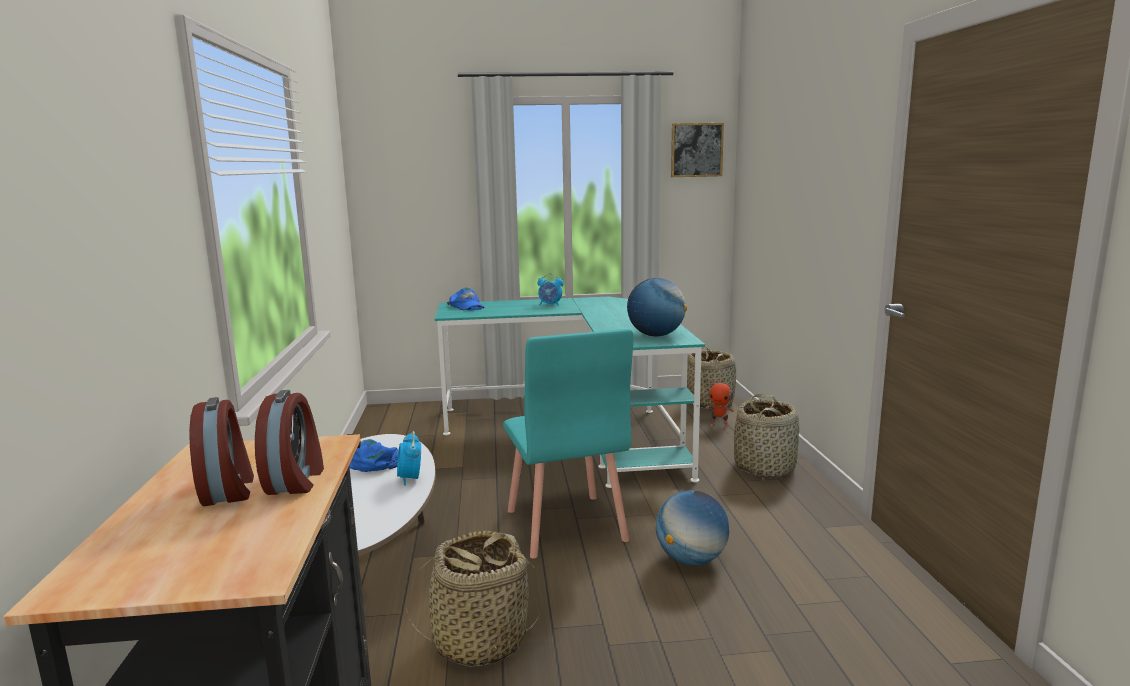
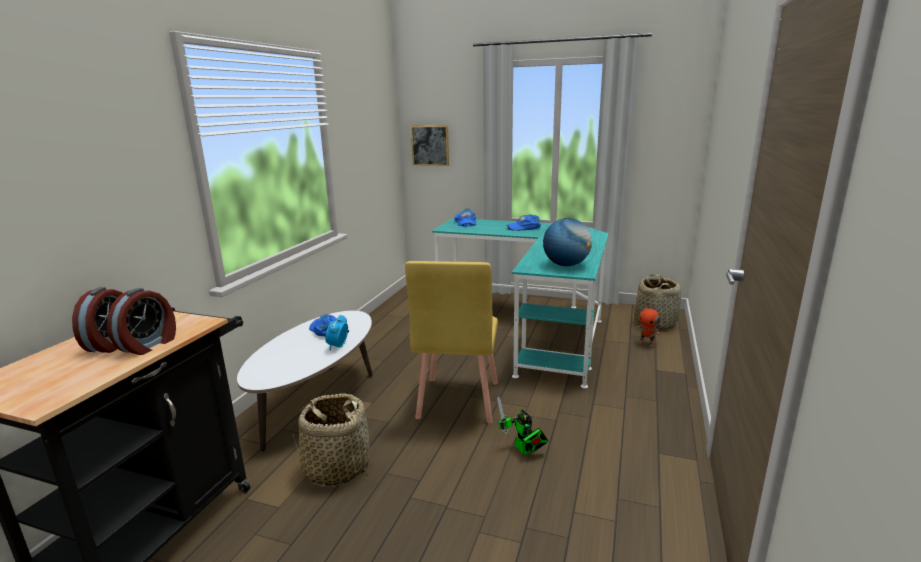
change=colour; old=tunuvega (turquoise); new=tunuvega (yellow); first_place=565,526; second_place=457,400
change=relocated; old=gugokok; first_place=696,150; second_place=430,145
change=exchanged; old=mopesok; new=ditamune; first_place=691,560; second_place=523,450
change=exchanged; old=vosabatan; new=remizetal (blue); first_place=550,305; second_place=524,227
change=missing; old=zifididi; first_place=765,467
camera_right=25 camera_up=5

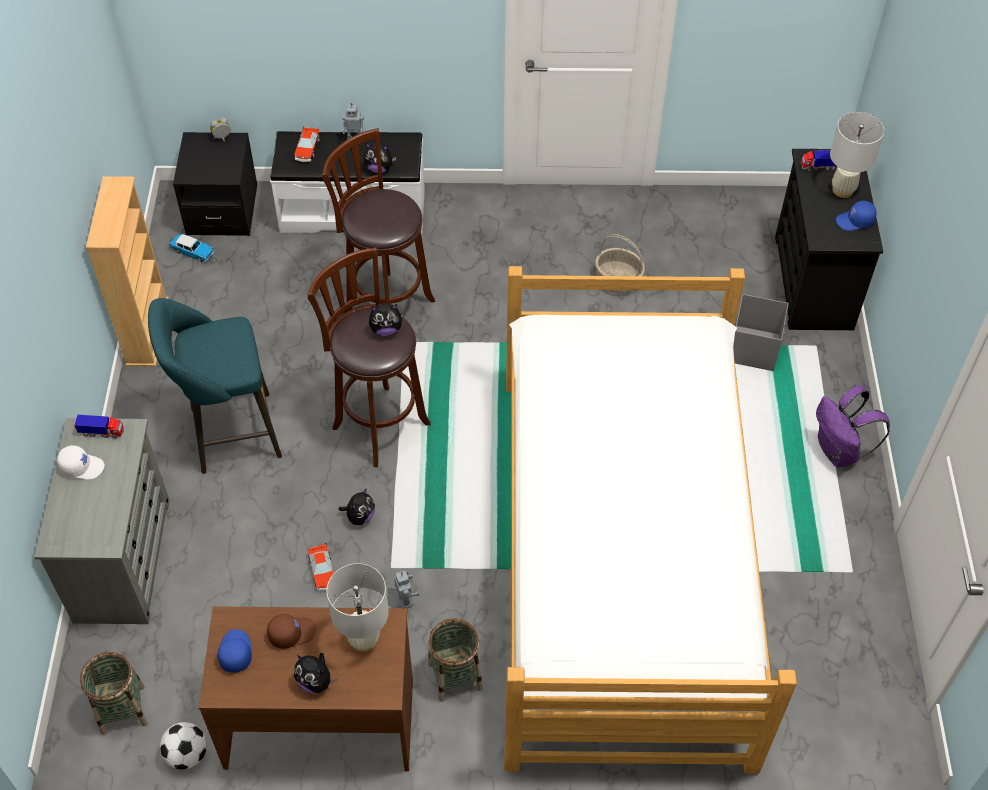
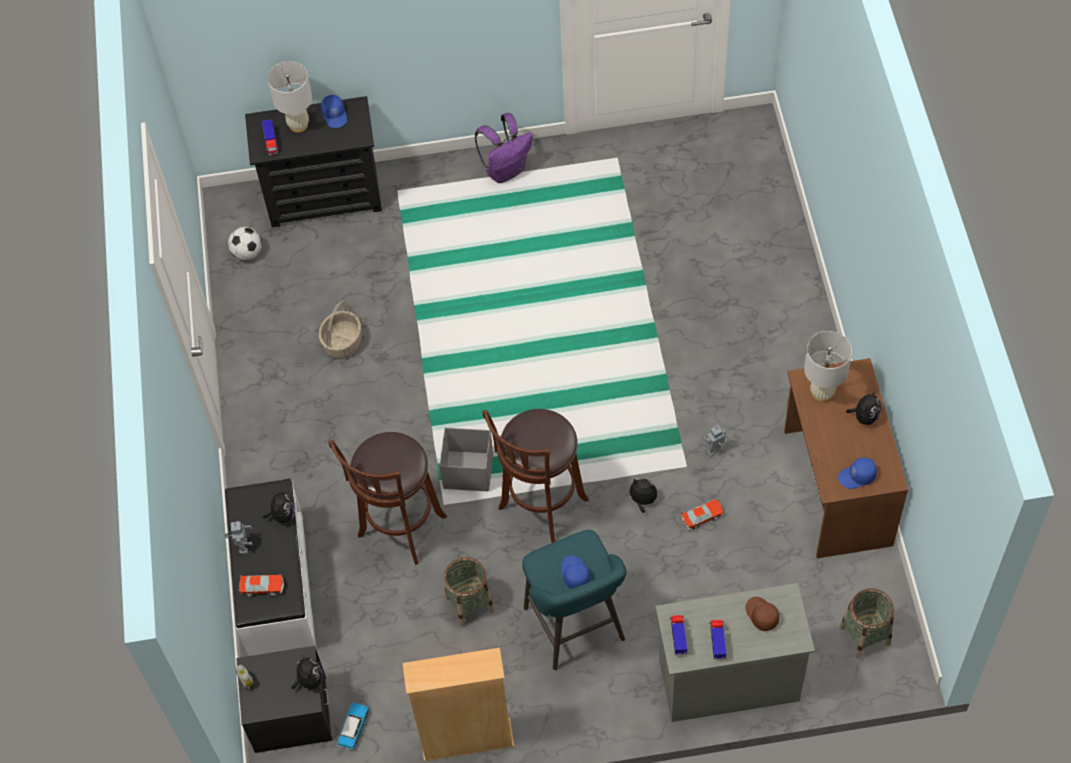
change=relocated; old=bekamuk; first_place=187,754; second_place=247,253
change=relocated; old=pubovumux; first_place=386,329; second_place=309,680
change=relocated; old=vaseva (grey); first_place=754,348; second_place=467,471
change=relocated; old=zifididi; first_place=455,676; second_place=469,604
change=appeared; new=remizetal (blue); second_place=574,574
change=exchanged; old=remizetal (white); new=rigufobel; first_place=82,466; second_place=717,642
change=relocated; old=remizetal (brown); first_place=291,632; second_place=761,615
change=missing; old=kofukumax; first_place=619,561
camera_right=-95 camera_up=5

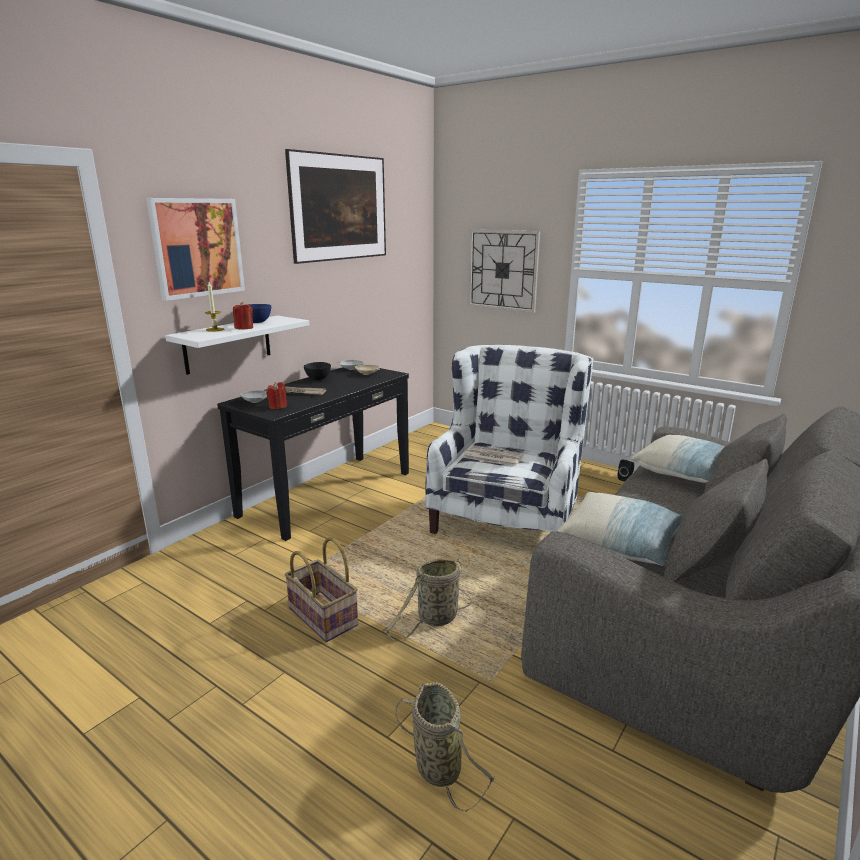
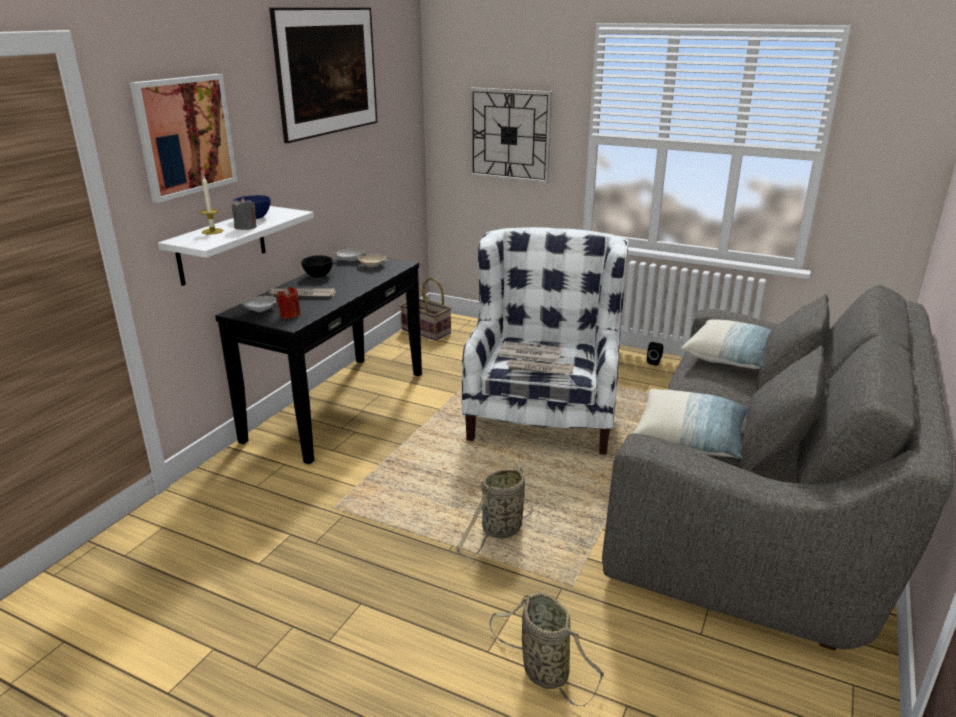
change=colour; old=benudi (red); new=benudi (grey); first_place=244,328; second_place=246,227
change=relocated; old=zifididi; first_place=324,616; second_place=427,331
change=appeared; new=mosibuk; second_place=539,369
camera_right=-10 camera_up=5

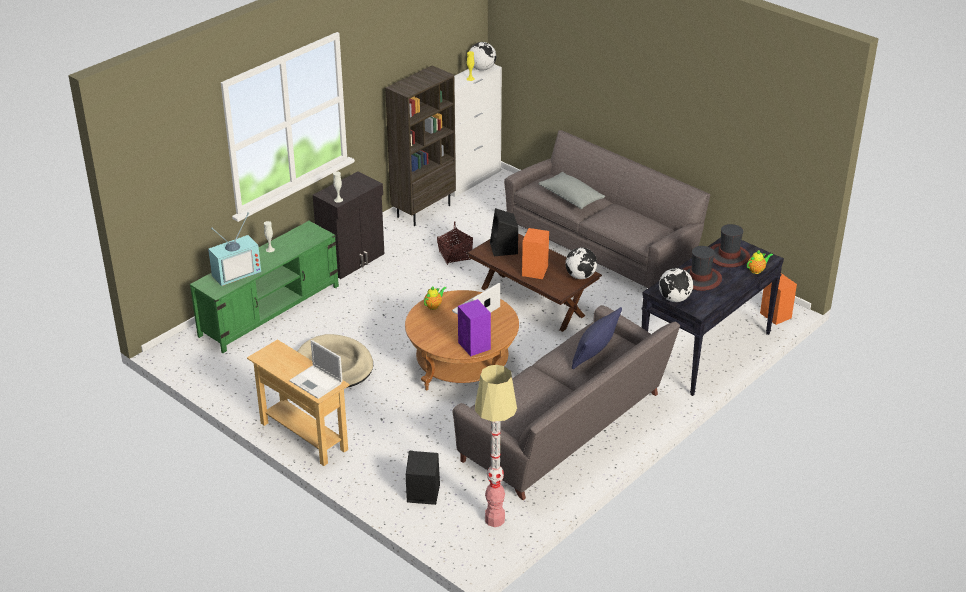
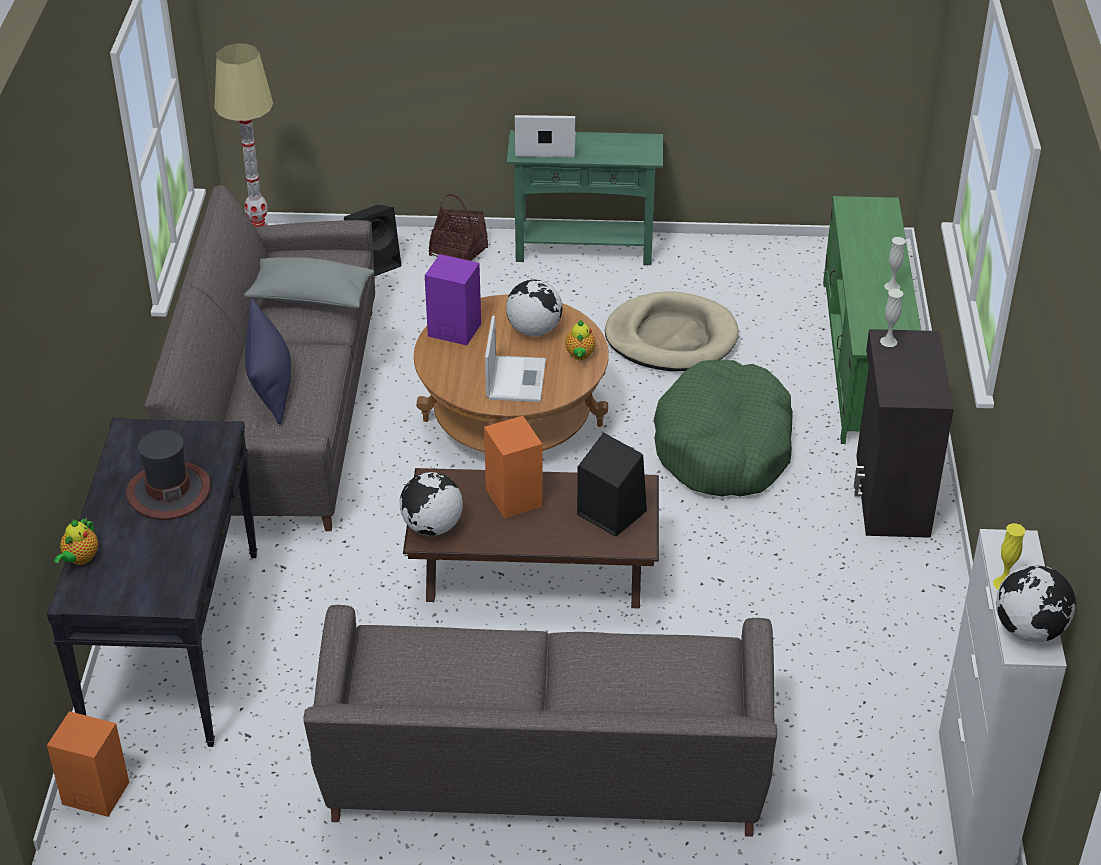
change=relocated; old=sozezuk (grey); first_place=571,198; second_place=310,297
change=relocated; old=zifididi; first_place=455,256; second_place=458,252
change=relocated; old=mopesok; first_place=674,299; second_place=534,330
change=colour; old=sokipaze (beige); new=sokipaze (green); first_place=304,436; second_place=584,250
change=appeared; new=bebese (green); second_place=724,447
change=missing; old=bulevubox; first_place=236,272
change=missing; old=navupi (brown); first_place=423,210
change=missing; old=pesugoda; first_place=728,256
camera_right=140 camera_up=5

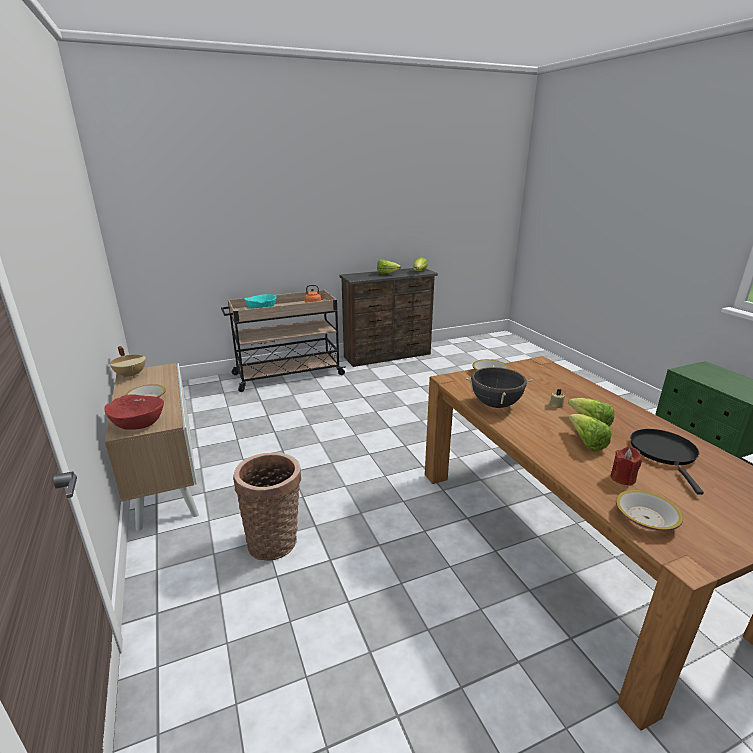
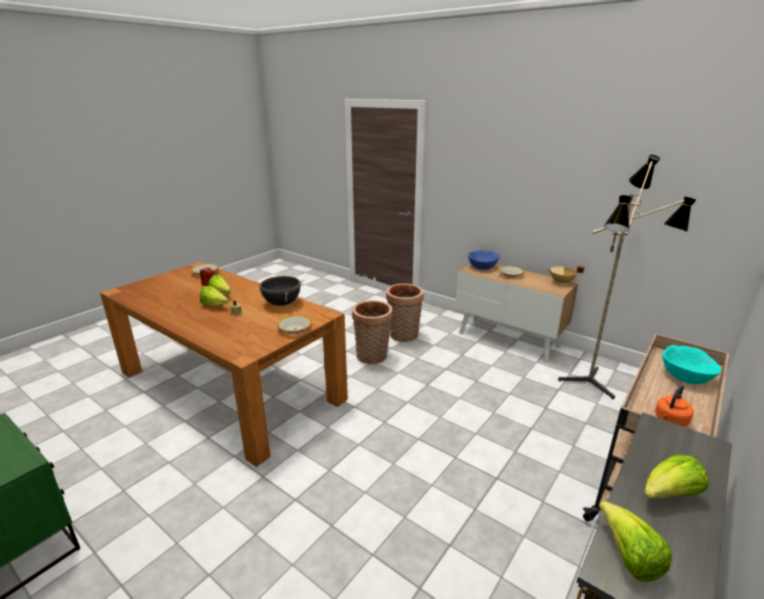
change=appeared; new=zifididi; second_place=372,357
change=colour; old=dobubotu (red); new=dobubotu (blue); first_place=138,423; second_place=482,267
change=appeared; new=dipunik; second_place=596,384
change=missing; old=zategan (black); first_place=664,453
camera_right=150 camera_up=0

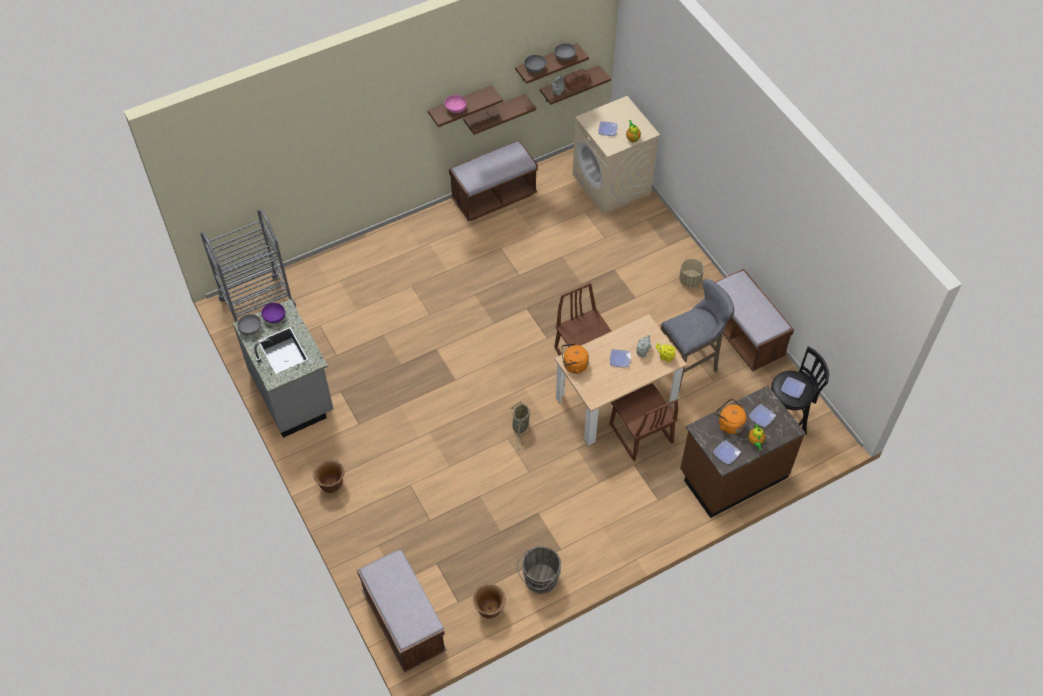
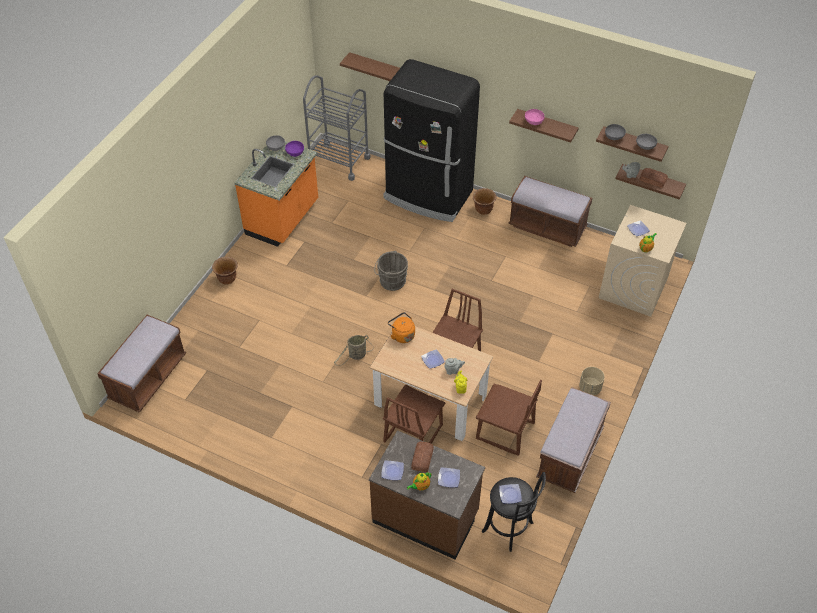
change=colour; old=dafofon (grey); new=dafofon (orange); first_place=293,393; second_place=283,219
change=relocated; old=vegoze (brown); first_place=494,113; second_place=377,68
change=relocated; old=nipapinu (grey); first_place=539,580; second_place=391,281
change=appeared; new=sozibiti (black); second_place=428,195
change=exchanged; old=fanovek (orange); new=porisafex; first_place=729,424; second_place=423,458
change=relocated; old=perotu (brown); first_place=490,609; second_place=483,210
change=exchanged; old=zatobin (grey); new=tunuvega (brown); first_place=689,366; second_place=505,431
camera_right=55 camera_up=-5

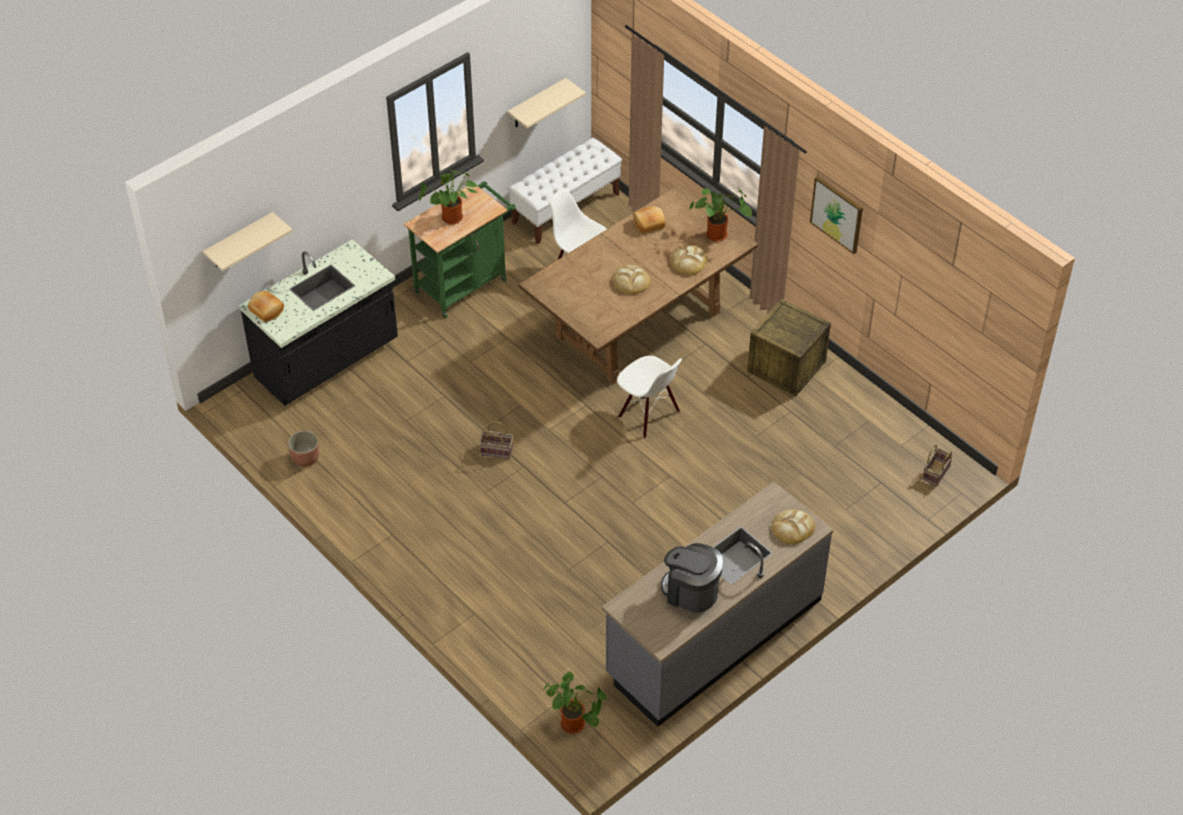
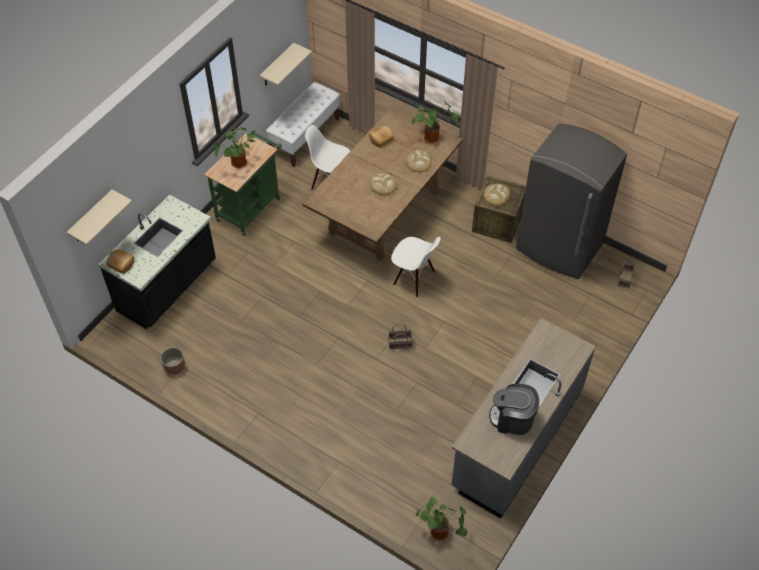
change=relocated; old=zifididi; first_place=497,450; second_place=400,343
change=relocated; old=porisafex; first_place=792,528; second_place=496,195
change=appeared; new=sozibiti (grey); second_place=559,248
change=missing; old=gugokok; first_place=837,214
camera_right=-15 camera_up=5

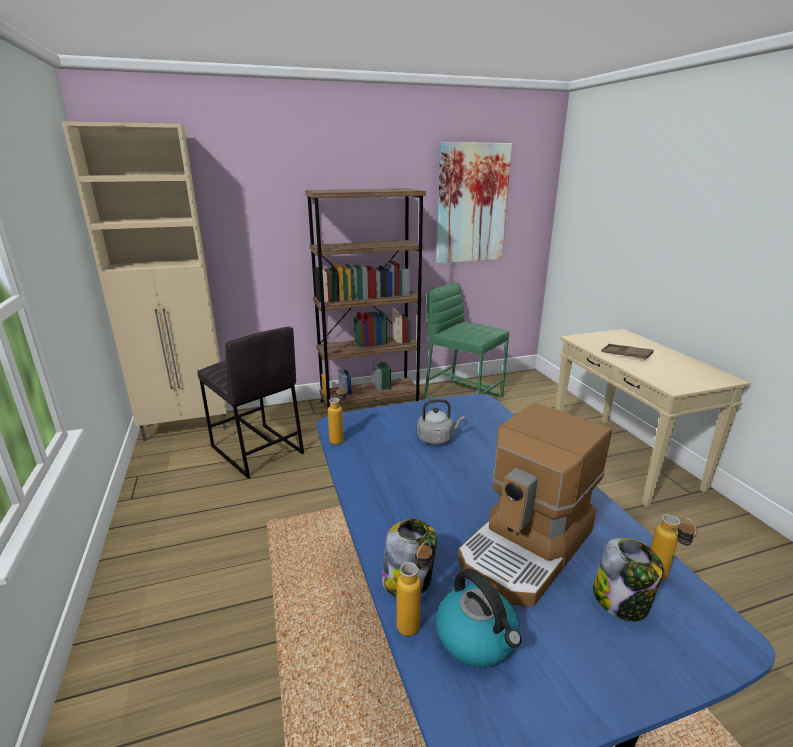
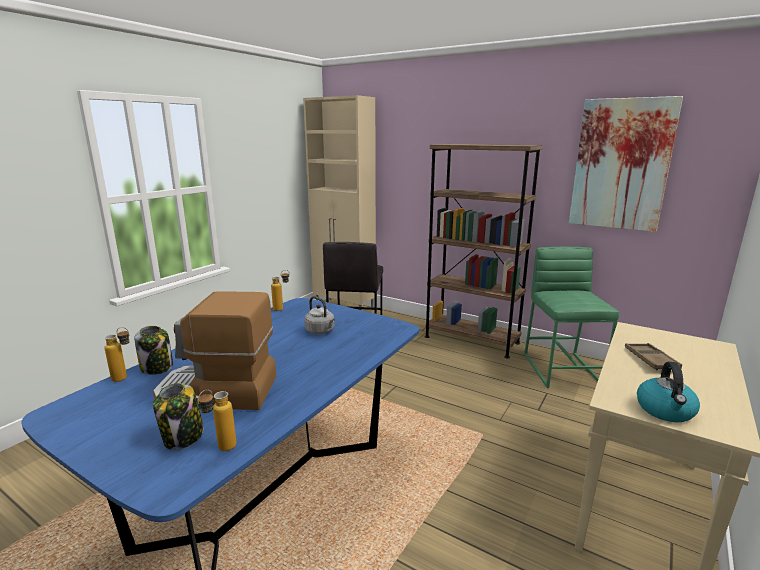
change=relocated; old=fanovek; first_place=477,638; second_place=665,410
camera_right=50 camera_up=-5

